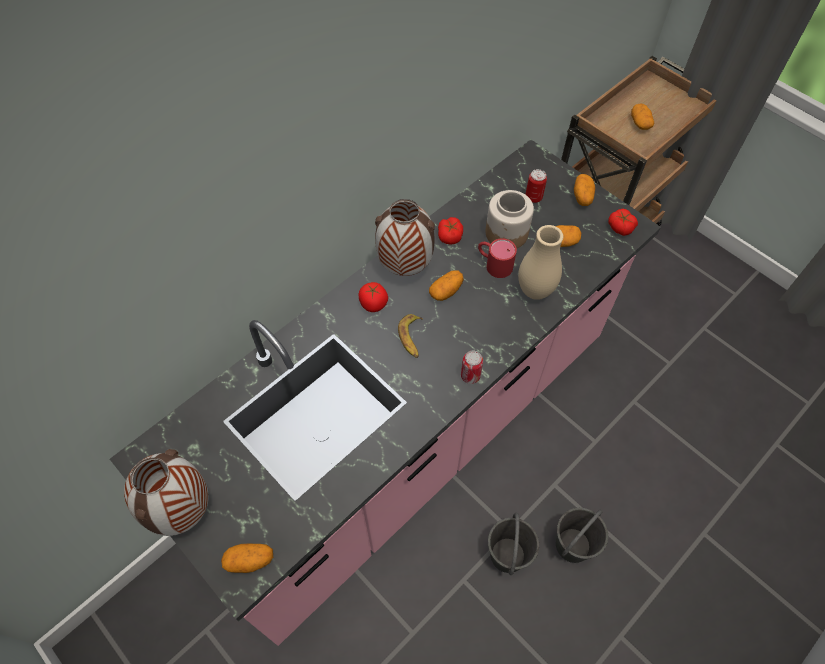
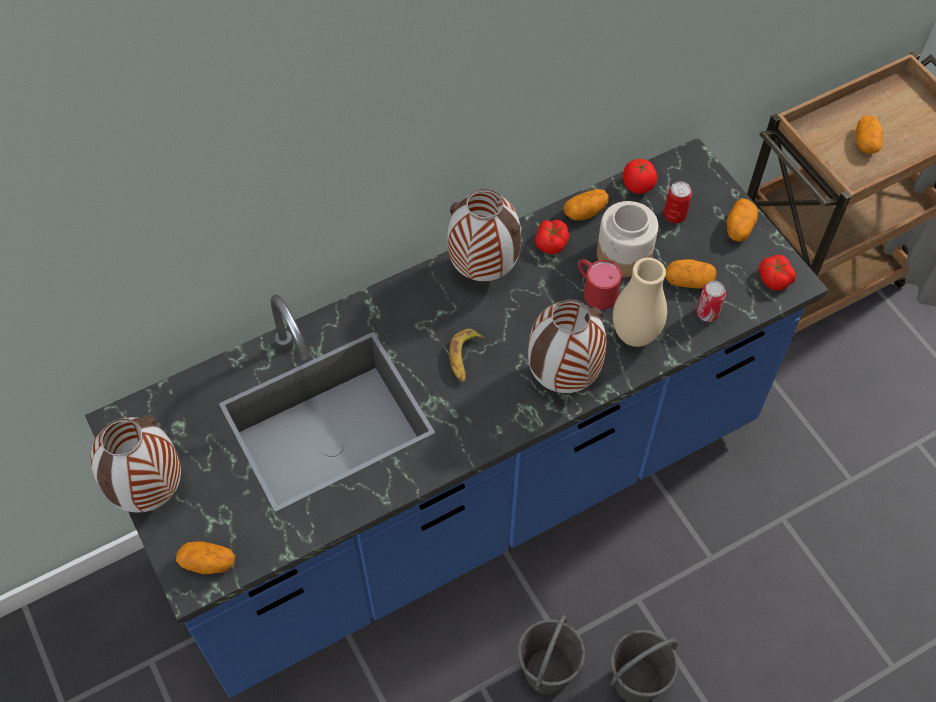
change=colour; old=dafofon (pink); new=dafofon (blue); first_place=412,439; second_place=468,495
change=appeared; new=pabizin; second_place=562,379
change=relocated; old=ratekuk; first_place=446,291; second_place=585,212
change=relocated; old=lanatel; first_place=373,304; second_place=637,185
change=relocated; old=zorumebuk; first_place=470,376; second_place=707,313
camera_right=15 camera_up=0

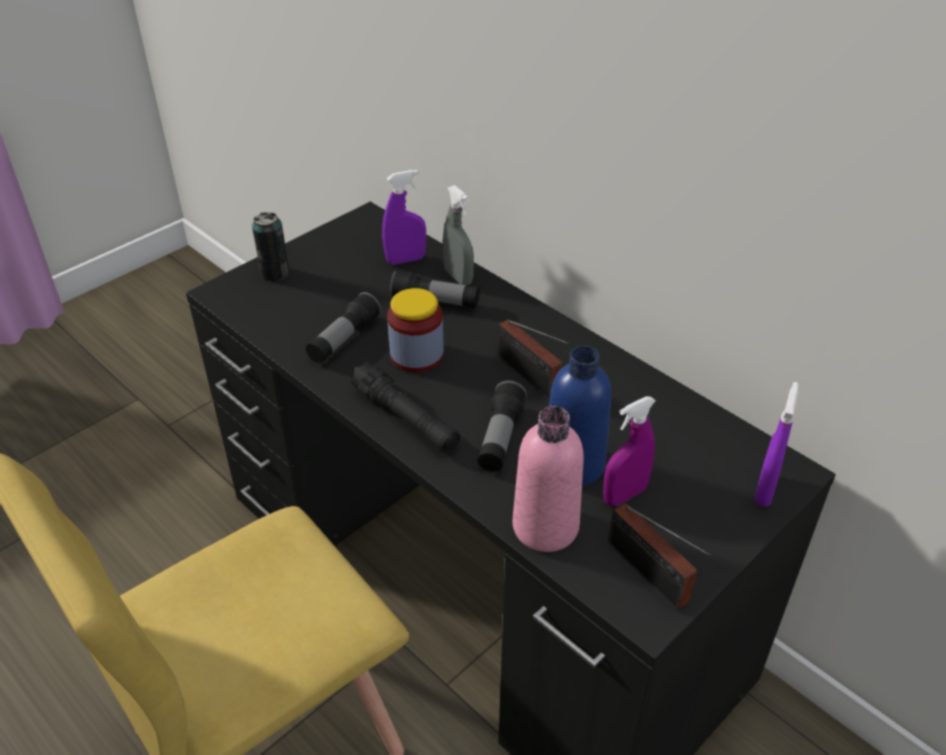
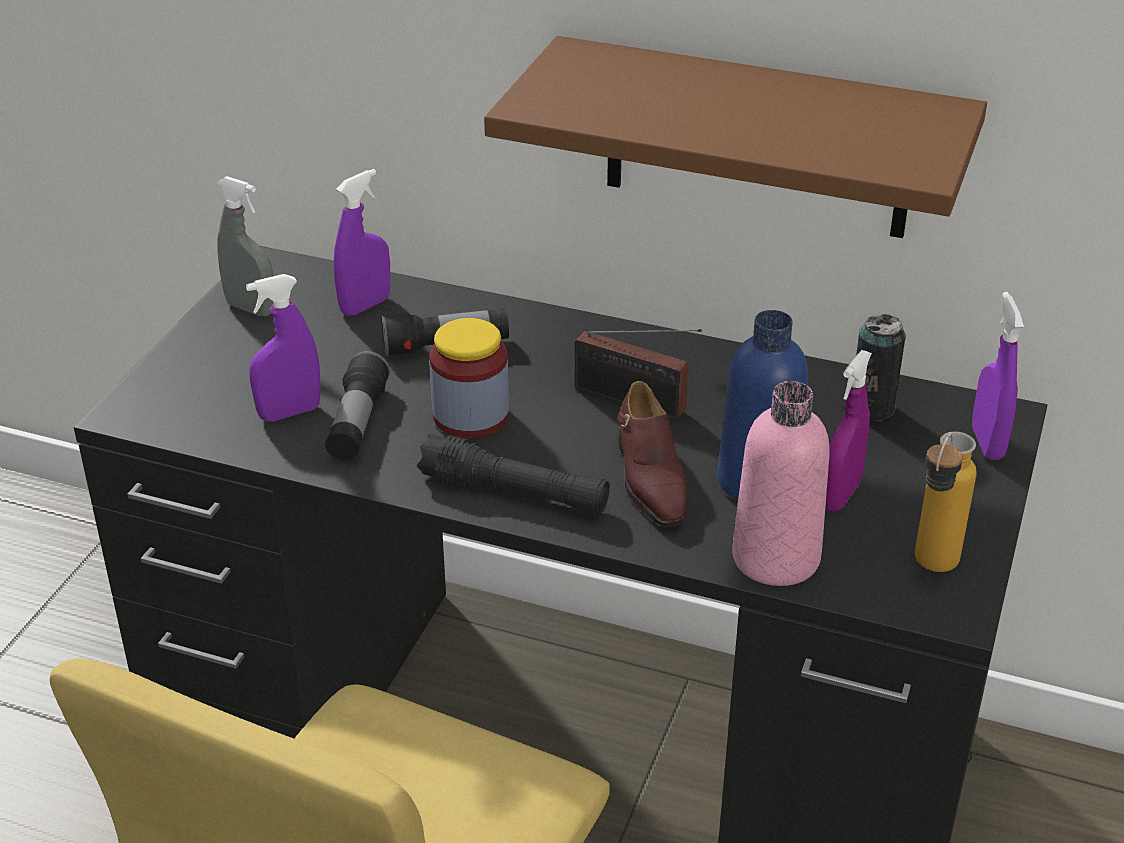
change=relocated; old=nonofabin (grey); first_place=458,277; second_place=251,308
change=appeared; new=nonofabin (purple); second_place=289,413
change=appeared; new=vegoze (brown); second_place=758,139
change=exchanged; old=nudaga; new=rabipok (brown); first_place=500,438; second_place=649,479
change=relocated; old=zorumebuk; first_place=275,273; second_place=872,408
change=exchanged; old=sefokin; new=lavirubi; first_place=650,576; second_place=929,570
camera_right=-25 camera_up=-5

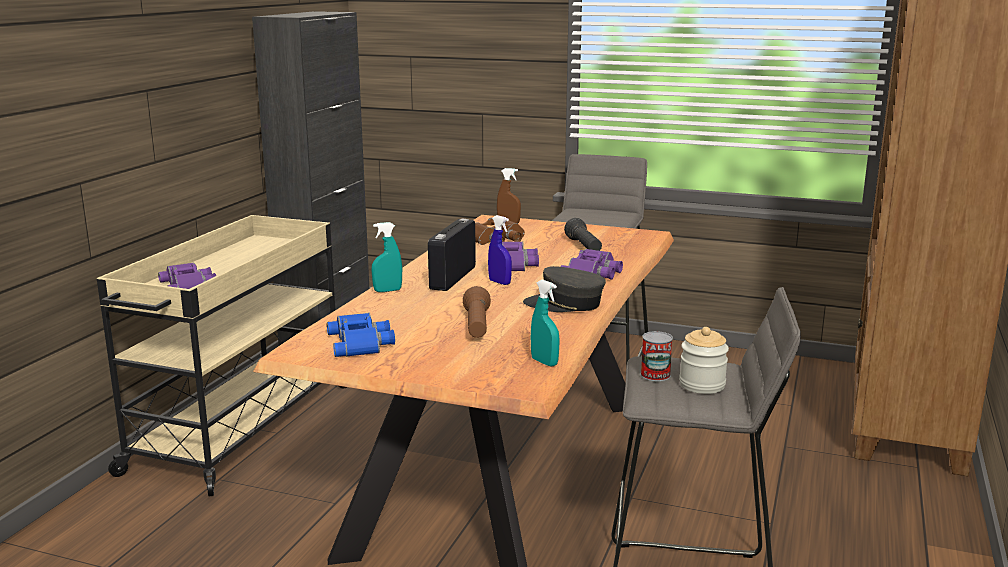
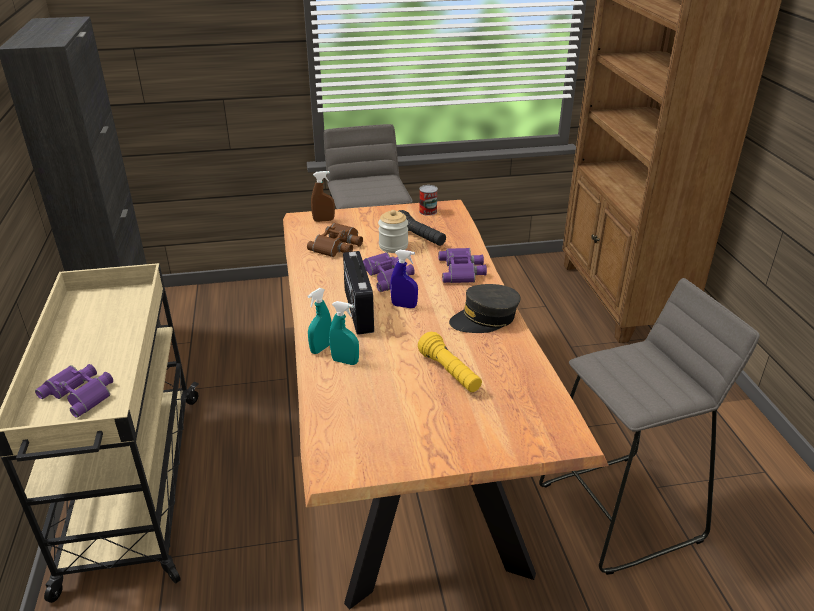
change=relocated; old=nonofabin (turquoise); first_place=544,362; second_place=345,361
change=relocated; old=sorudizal; first_place=702,385; second_place=393,246
change=colour; old=nudaga (brown); new=nudaga (yellow); first_place=477,326; second_place=450,373
change=relocated; old=zorumebuk; first_place=655,375; second_place=428,211
change=missing; old=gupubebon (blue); first_place=362,342
camera_right=-30 camera_up=15

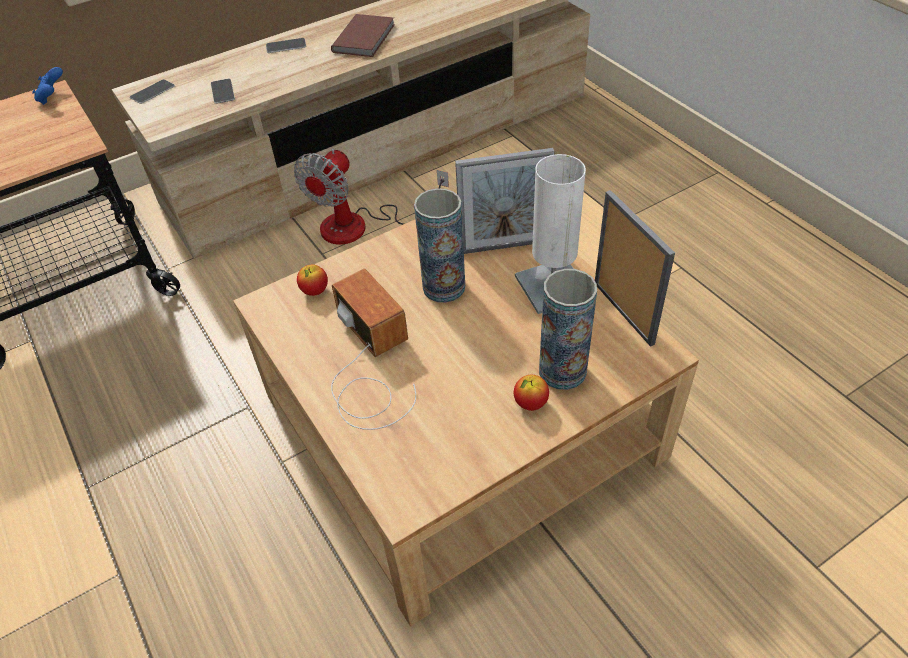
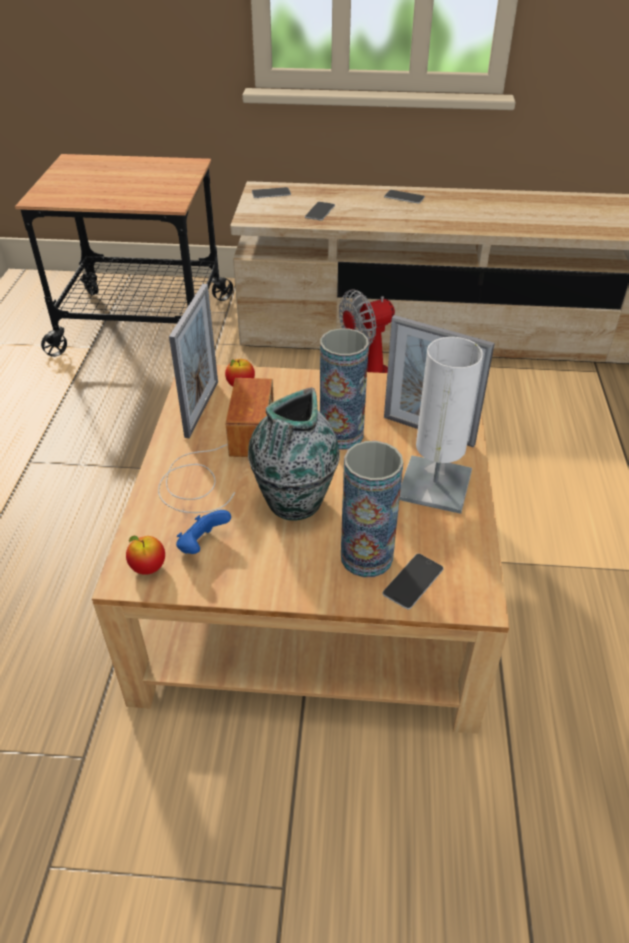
change=relocated; old=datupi; first_place=530,403; second_place=148,568
change=relocated; old=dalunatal; first_place=623,313; second_place=202,408
change=relocated; old=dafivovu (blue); first_place=53,97; second_place=202,545
change=appeared; new=pabizin; second_place=294,503
change=appeared; new=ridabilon; second_place=413,581
change=missing; old=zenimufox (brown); first_place=366,38
camera_right=35 camera_up=-5

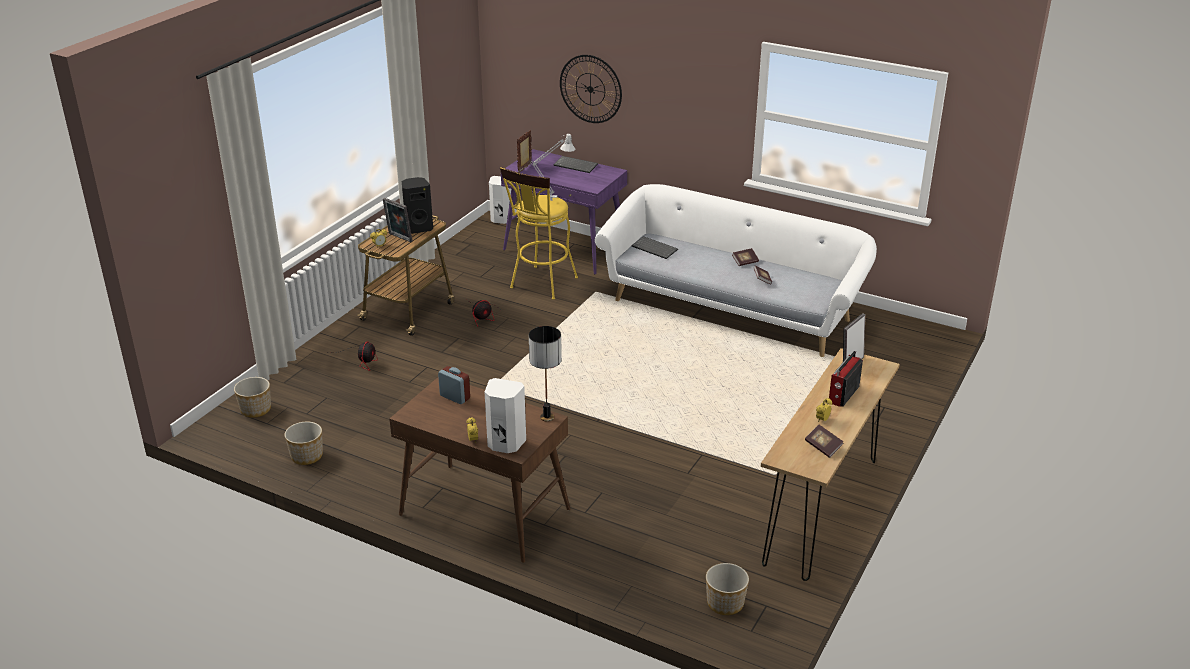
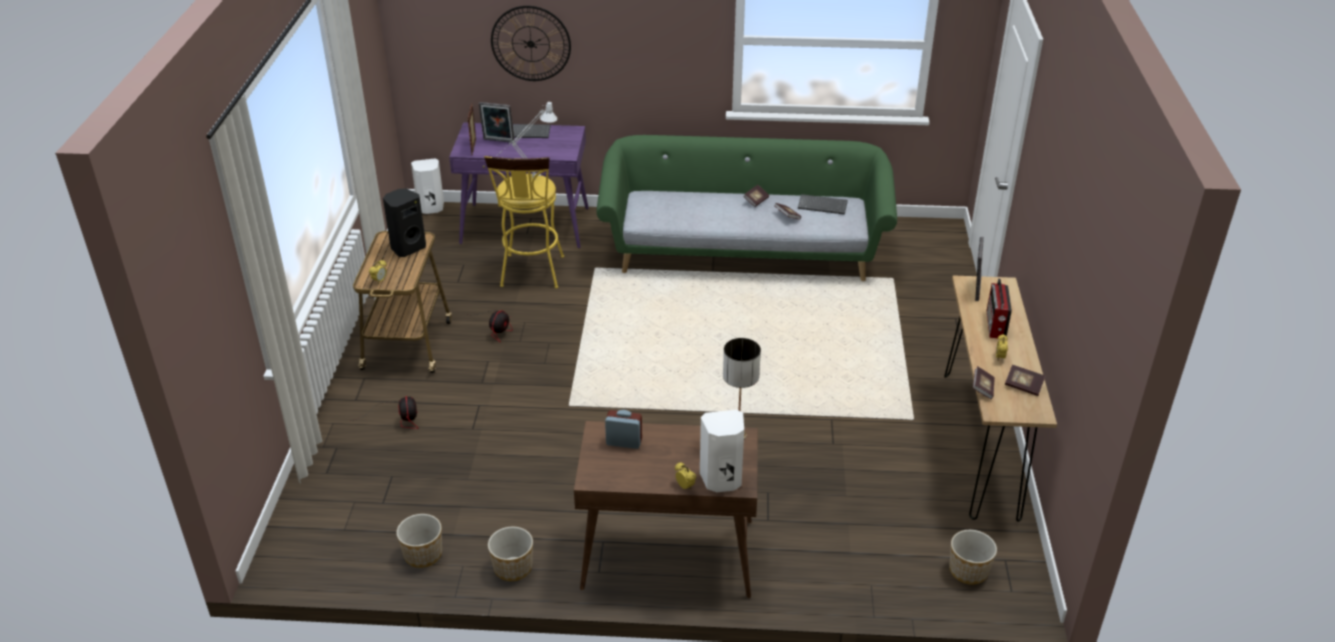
change=relocated; old=dalunatal; first_place=399,238; second_place=498,141
change=relocated; old=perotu; first_place=255,409; second_place=512,567
change=colour; old=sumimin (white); new=sumimin (green); first_place=732,308; second_place=743,251
change=relocated; old=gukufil; first_place=655,248; second_place=823,205
change=appeared; new=zenimufox; second_place=982,388
camera_right=-25 camera_up=5

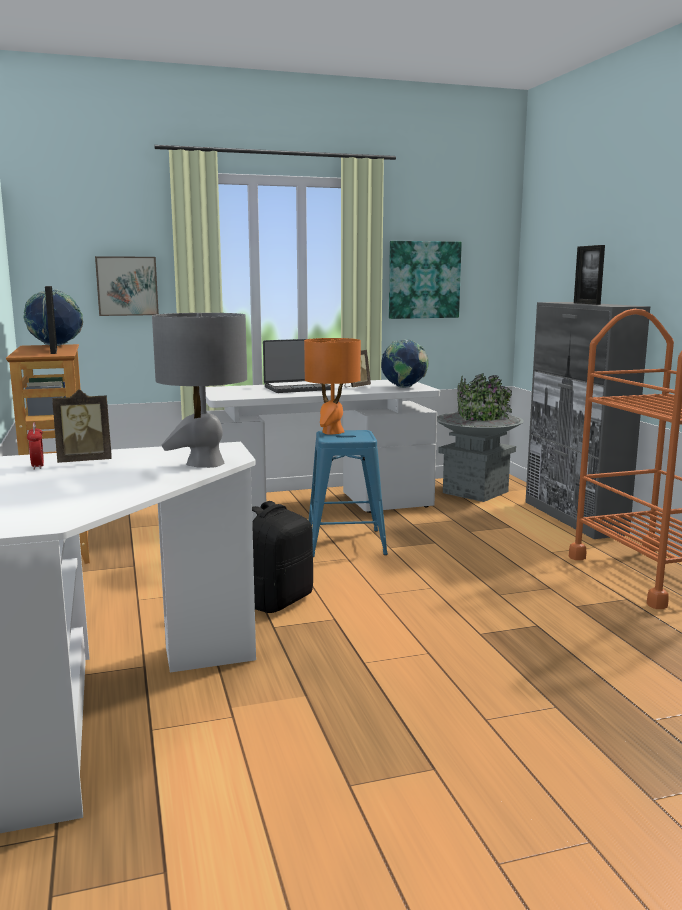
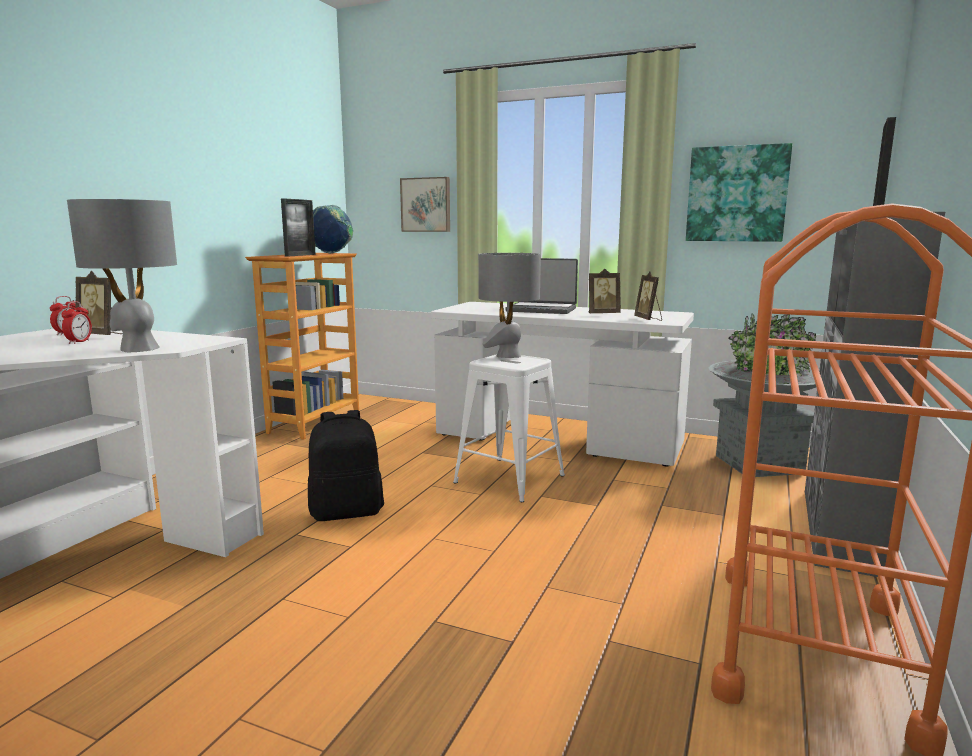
change=appeared; new=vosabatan; second_place=79,342
change=colour; old=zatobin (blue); new=zatobin (white); first_place=346,543; second_place=510,479
change=colour; old=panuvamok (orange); new=panuvamok (grey); first_place=332,432; second_place=508,356
change=exchanged; old=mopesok; new=dalunatal; first_place=404,387; second_place=648,319
camera_right=40 camera_up=0

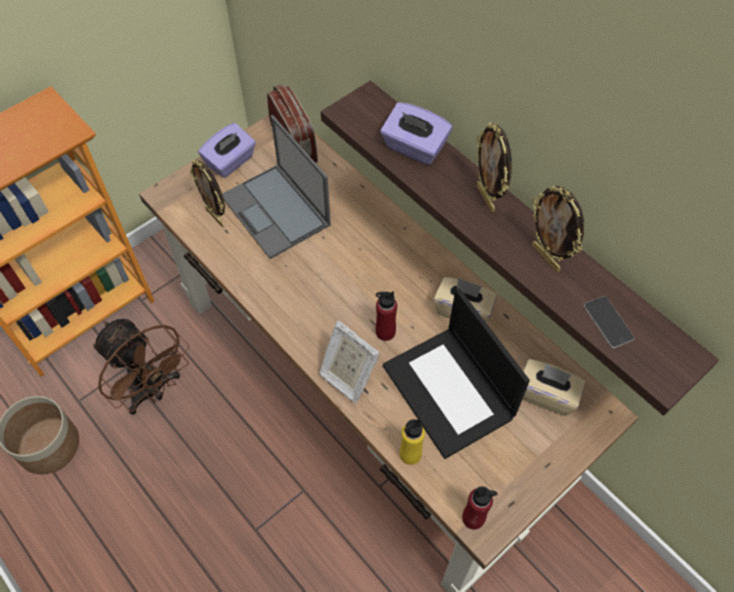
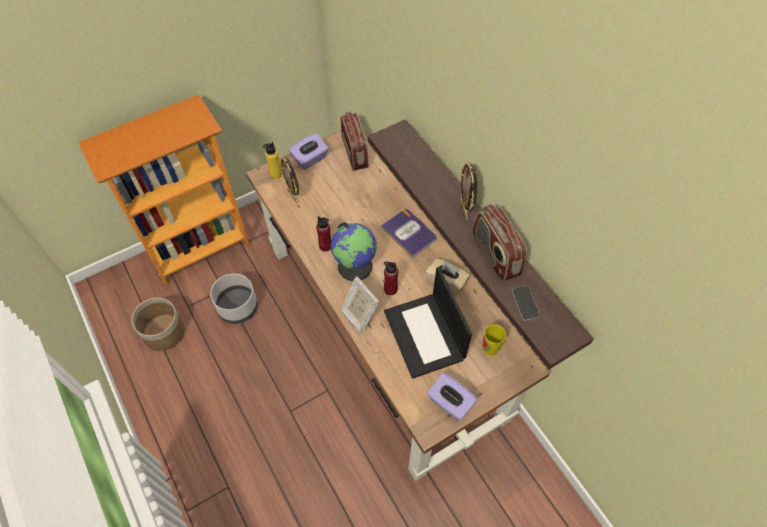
change=exchanged; old=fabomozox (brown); new=perotu (grey); first_place=152,391; second_place=238,307
change=relocated; old=lavirubi (yellow); first_place=410,454; second_place=275,174
change=relocated; old=lavirubi (red); first_place=473,518; second_place=325,246
change=appeared; new=mopesok; second_place=355,265
change=appeared; new=zenimufox; second_place=409,233
change=relocated; old=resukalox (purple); first_place=414,148; second_place=450,403
change=exchanged; old=dalunatal; new=sefokin; first_place=547,258; second_place=495,255
change=exchanged; old=resukalox (beige); new=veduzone; first_place=546,394; second_place=490,348
change=missing; old=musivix; first_place=276,211
camera_right=10 camera_up=0

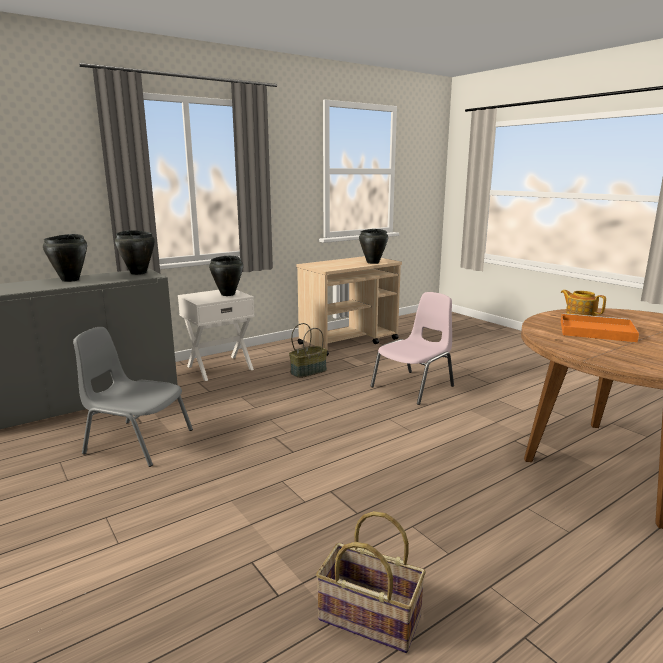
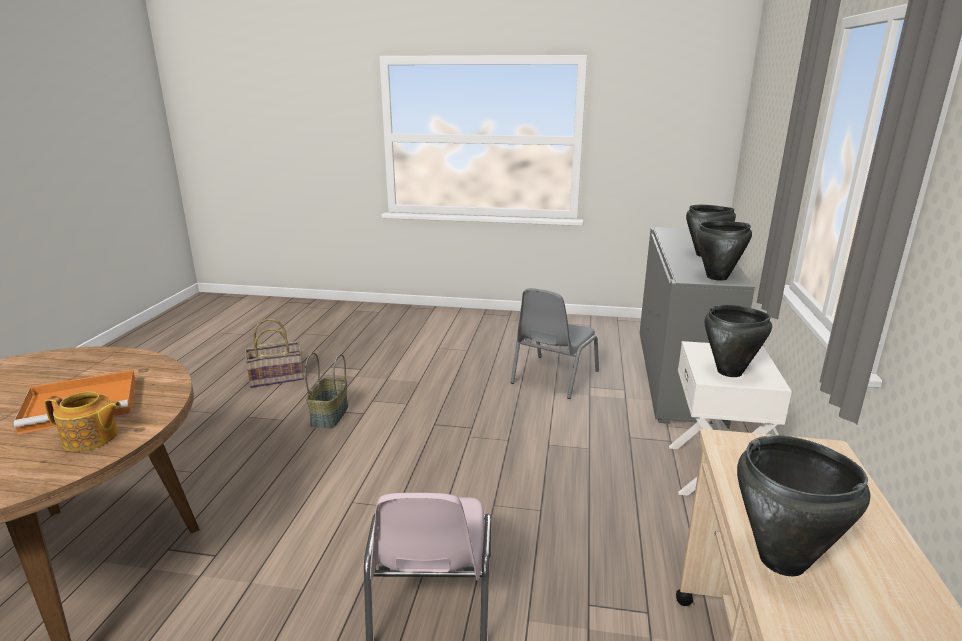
change=relocated; old=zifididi; first_place=308,371; second_place=330,416
change=spun; old=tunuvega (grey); first_place=137,441; second_place=553,377; degrees=150
camera_right=135 camera_up=5

